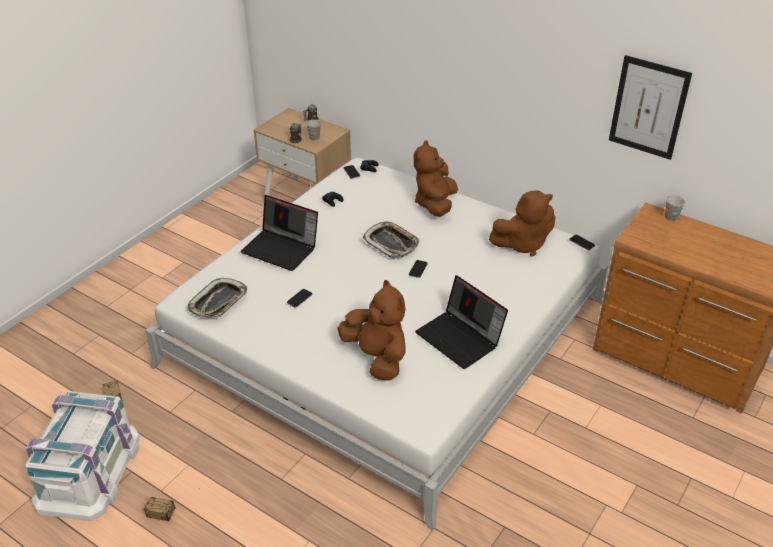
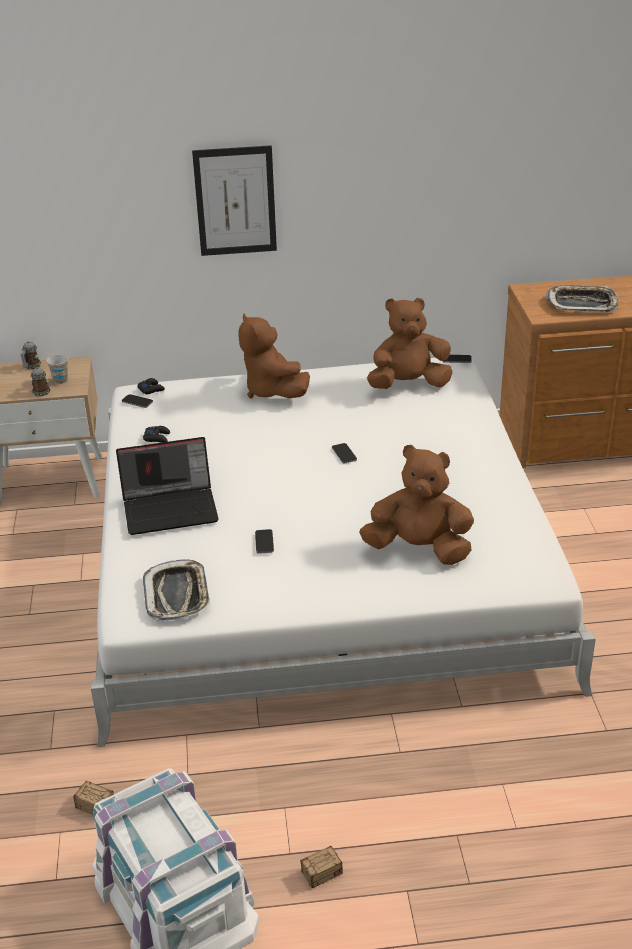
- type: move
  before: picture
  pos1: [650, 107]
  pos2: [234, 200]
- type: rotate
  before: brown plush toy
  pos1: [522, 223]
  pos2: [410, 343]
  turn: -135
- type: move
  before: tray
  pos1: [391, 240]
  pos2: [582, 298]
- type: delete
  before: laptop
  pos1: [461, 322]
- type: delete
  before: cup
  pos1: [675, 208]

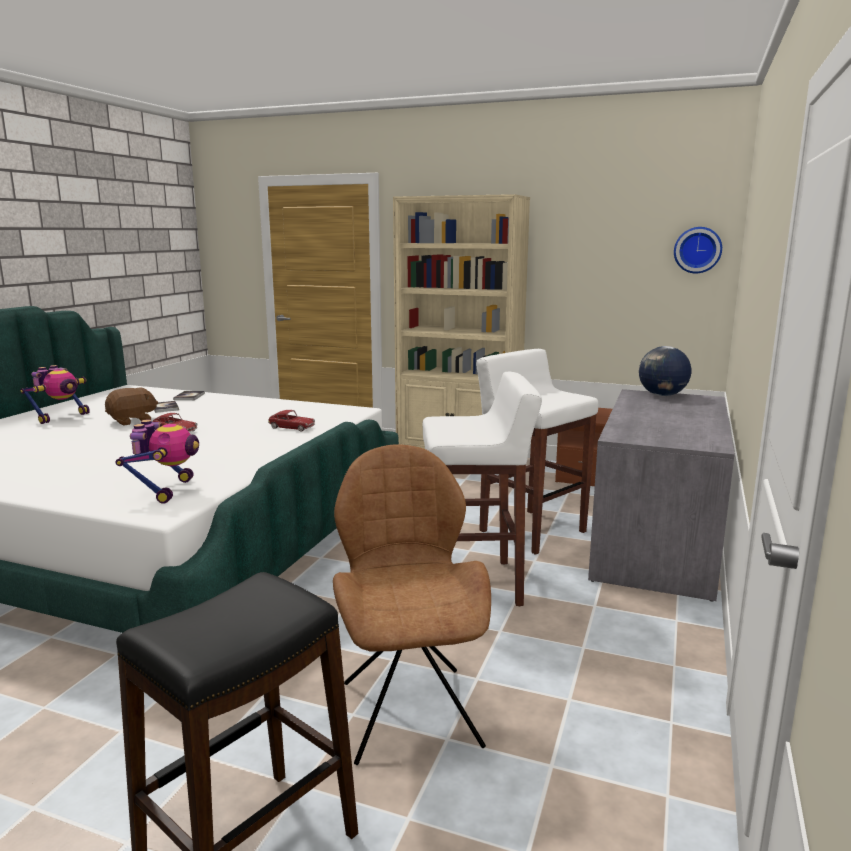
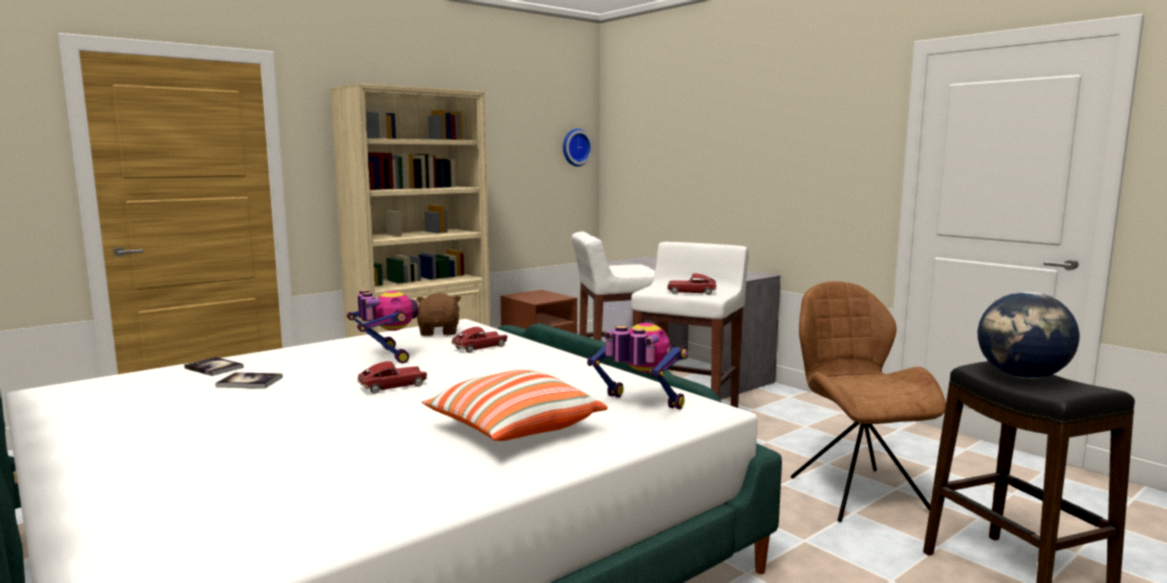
- type: move
  before: toy robot
  pos1: [55, 394]
  pos2: [383, 326]
- type: move
  before: brown plush toy
  pos1: [131, 407]
  pos2: [439, 314]
- type: insert
  after: pillow
  pos2: [515, 405]
- type: insert
  after: toy car
  pos2: [691, 284]
- type: rotate
  before: brown chair
  pos1: [412, 604]
  pos2: [868, 401]
  turn: 60
- type: move
  before: globe
  pos1: [665, 371]
  pos2: [1028, 335]

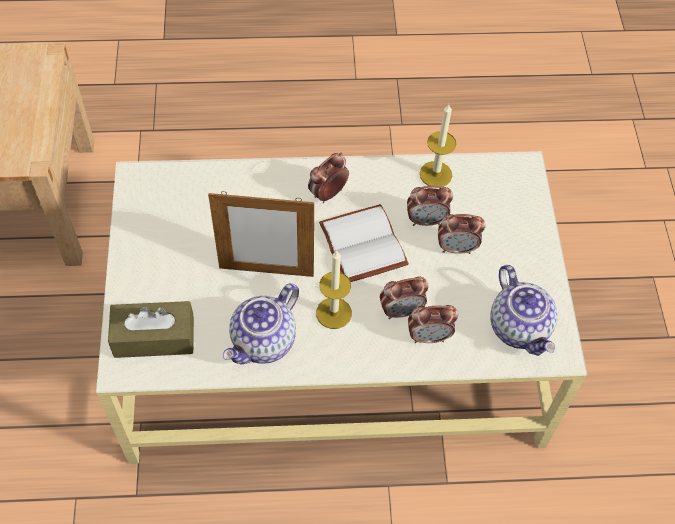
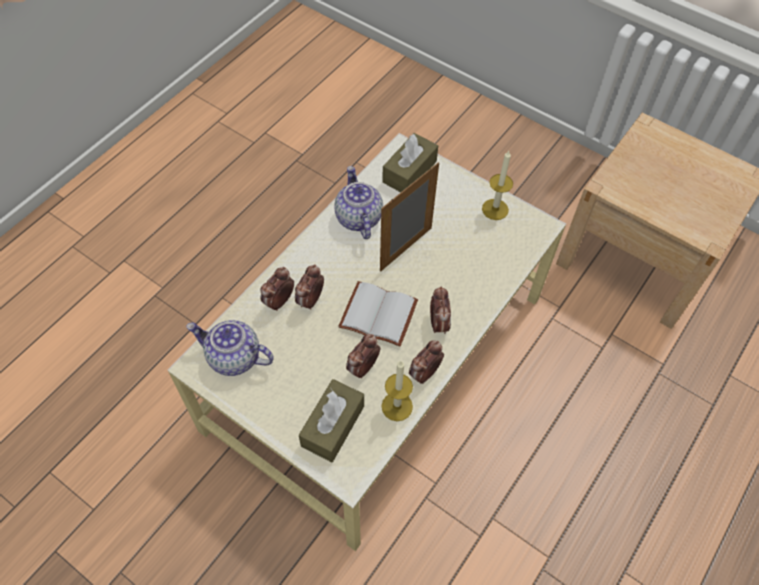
- type: insert
  after: brown tissue box
  pos2: [331, 420]
- type: move
  before: alarm clock
  pos1: [462, 234]
  pos2: [426, 362]
- type: move
  before: candle
  pos1: [334, 290]
  pos2: [497, 185]

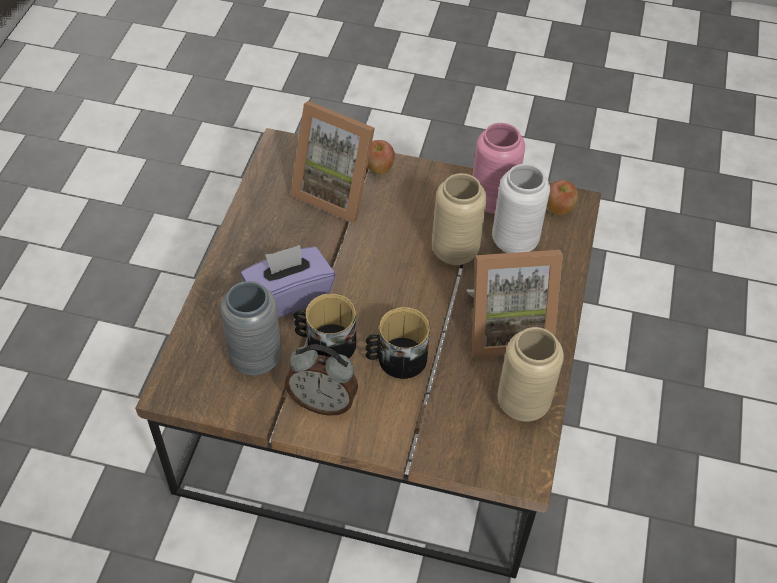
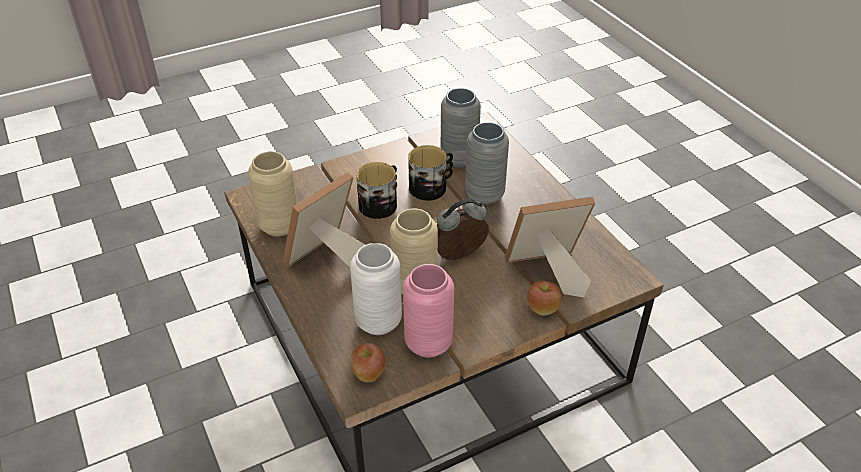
- type: move
  before: alarm clock
  pos1: [321, 380]
  pos2: [463, 229]
- type: replace
  before: purple tissue box
  after: grey vase
  pos1: [288, 281]
  pos2: [487, 163]

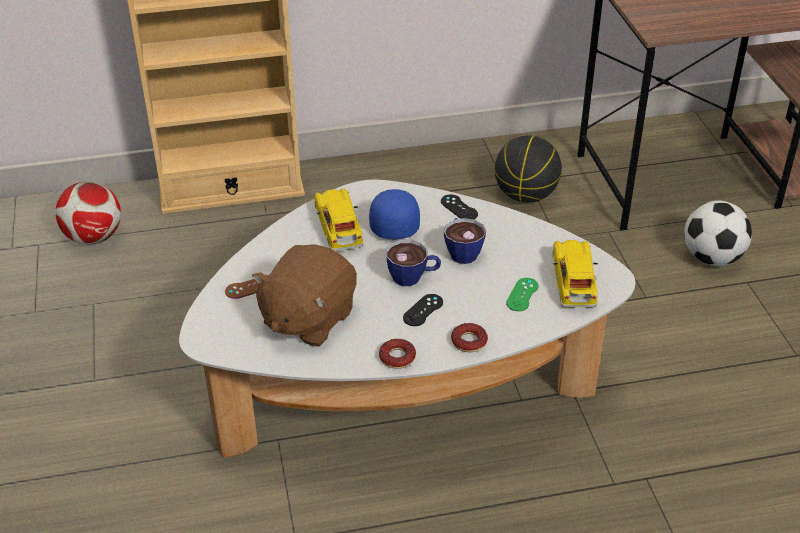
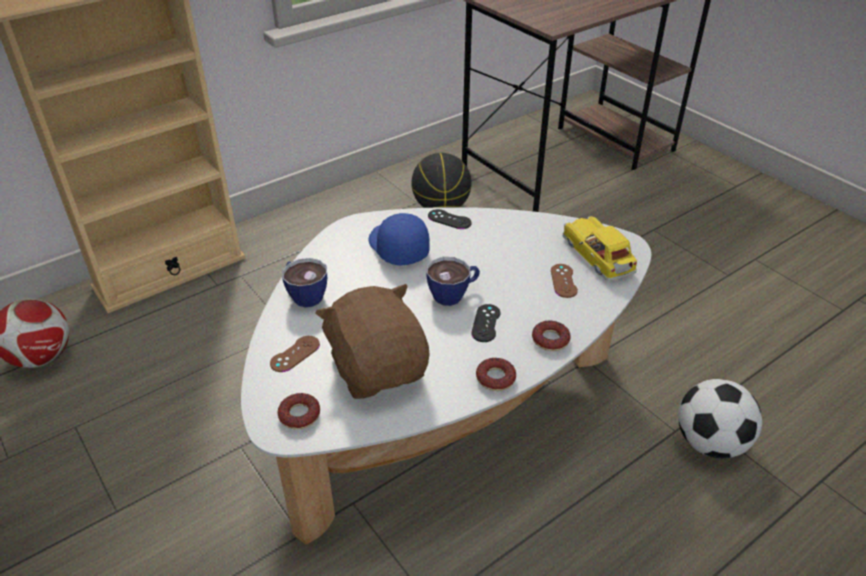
- type: insert
  after: donut
  pos2: [299, 411]
- type: move
  before: cup
  pos1: [465, 241]
  pos2: [304, 282]
- type: rotate
  before: brown plush toy
  pos1: [304, 295]
  pos2: [372, 341]
  turn: 150
- type: recolor
  before: green game controller
  after: brown game controller
  pos1: [522, 294]
  pos2: [564, 281]
- type: move
  before: football
  pos1: [718, 233]
  pos2: [720, 418]
- type: delete
  before: toy car
  pos1: [339, 219]

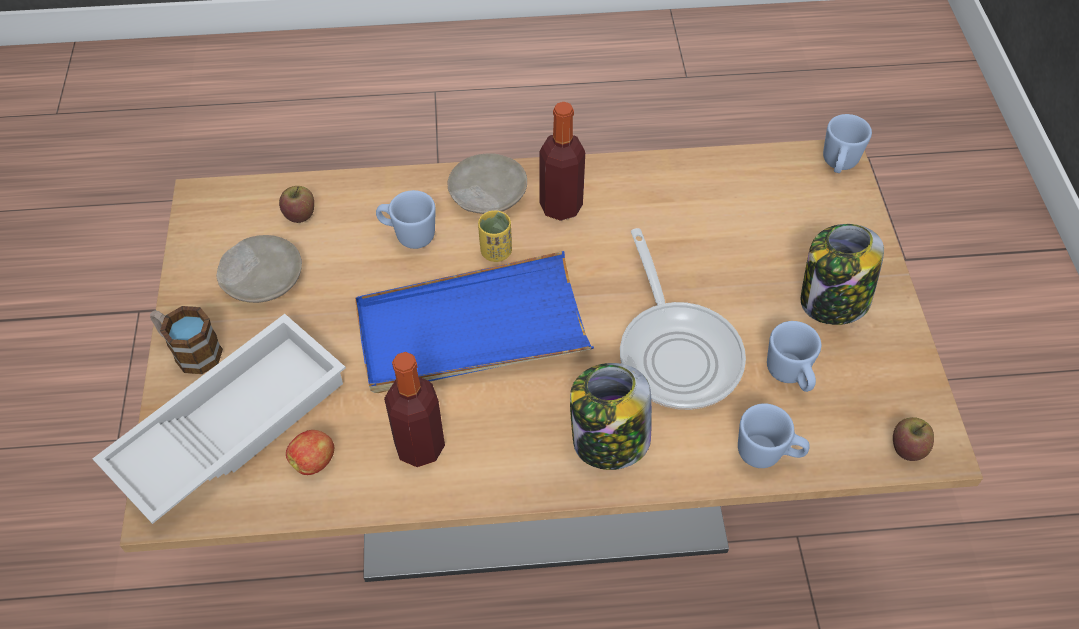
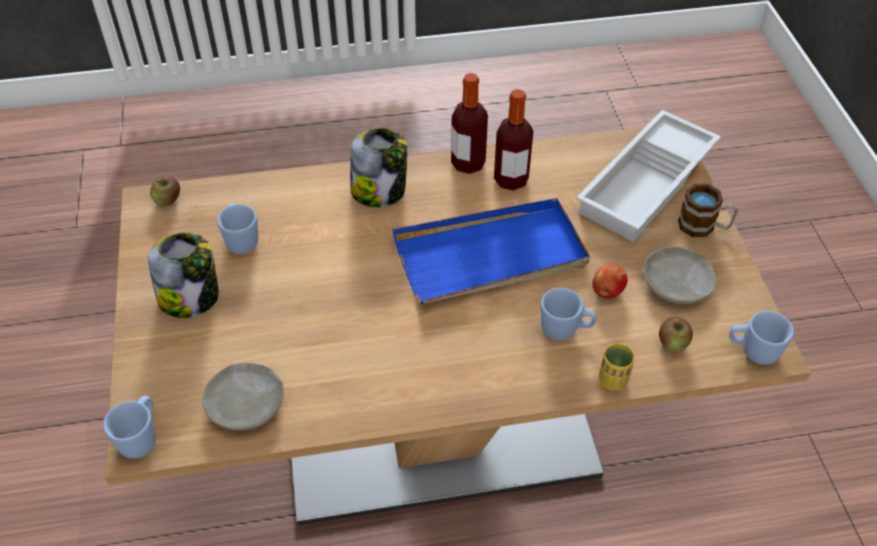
- type: move
  before: beige plate
  pos1: [487, 183]
  pos2: [243, 396]
- type: move
  before: bottle
  pos1: [562, 161]
  pos2: [469, 123]
- type: move
  before: apple
  pos1: [310, 452]
  pos2: [610, 281]
- type: move
  before: yellow cup
  pos1: [495, 236]
  pos2: [617, 367]
- type: move
  before: blue mug
  pos1: [774, 435]
  pos2: [761, 338]
- type: delete
  before: frying pan
  pos1: [683, 319]

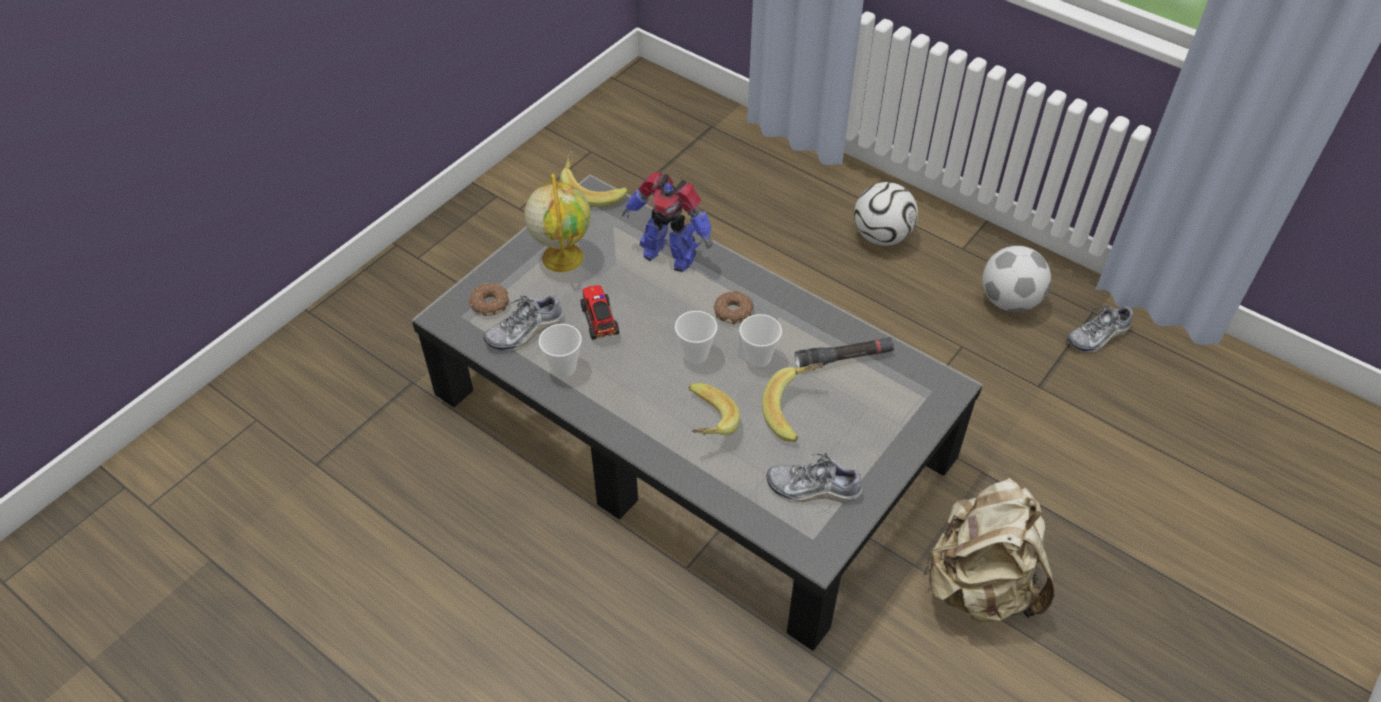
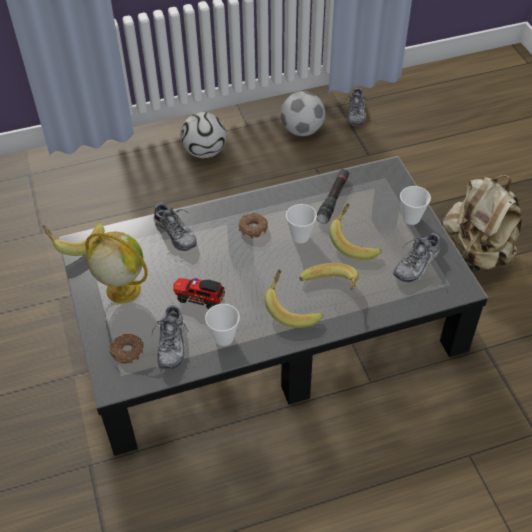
- type: replace
  before: toy robot
  after: shoe
  pos1: [667, 222]
  pos2: [175, 226]
- type: insert
  after: banana
  pos2: [293, 298]
- type: move
  before: cup
  pos1: [696, 337]
  pos2: [415, 205]

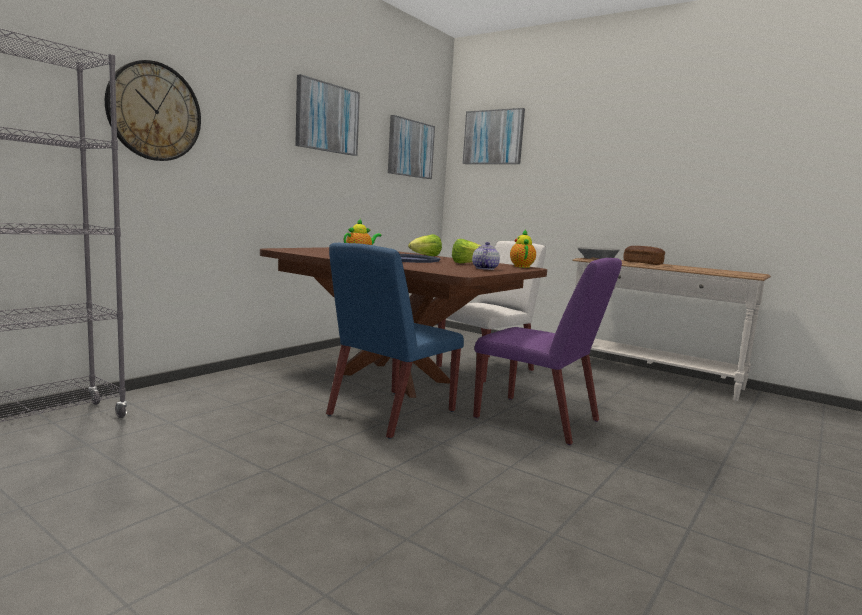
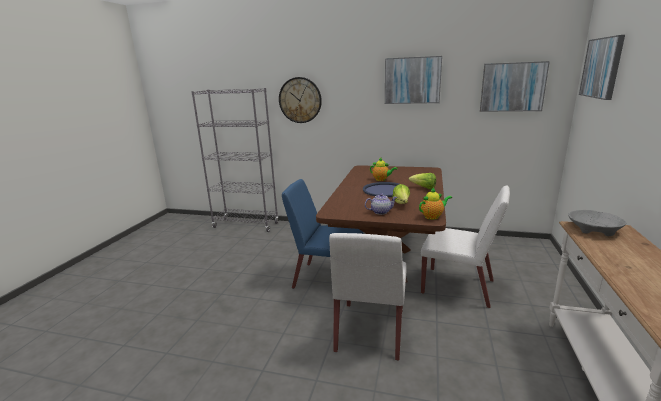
- type: recolor
  before: purple chair
  after: white chair
  pos1: [547, 351]
  pos2: [368, 297]
- type: delete
  before: bread
  pos1: [644, 255]

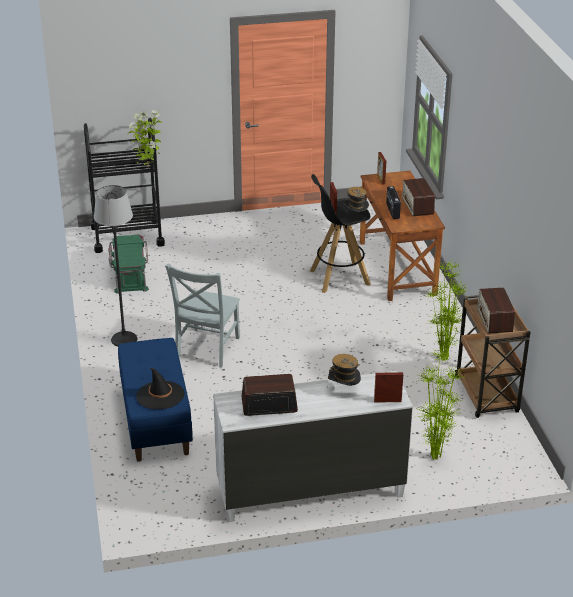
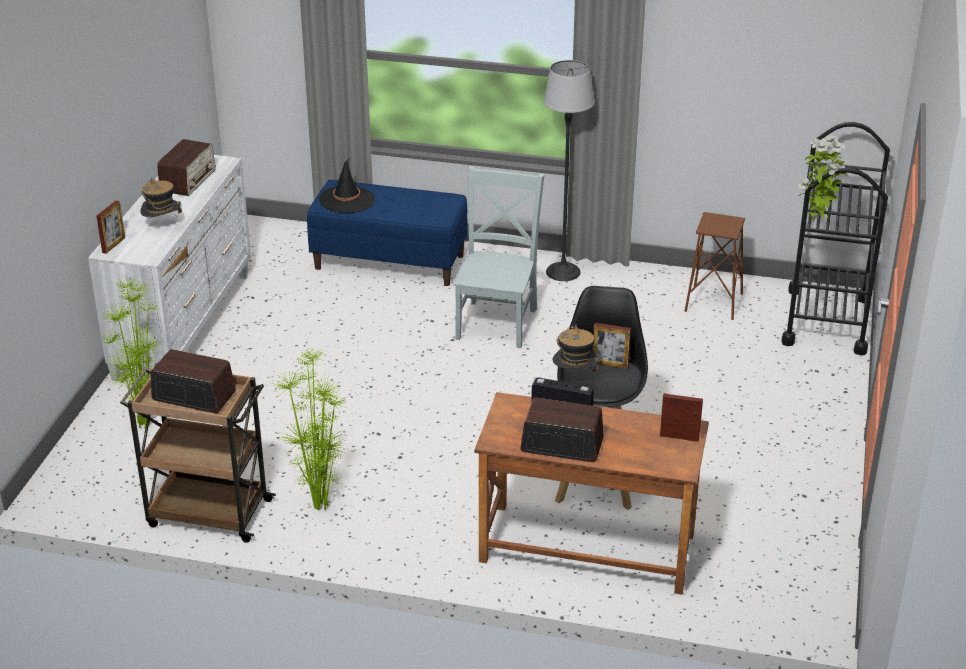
- type: rotate
  before: grey chair
  pos1: [202, 315]
  pos2: [499, 257]
  turn: 60
- type: replace
  before: green storage box
  after: brown stool
  pos1: [128, 264]
  pos2: [715, 266]

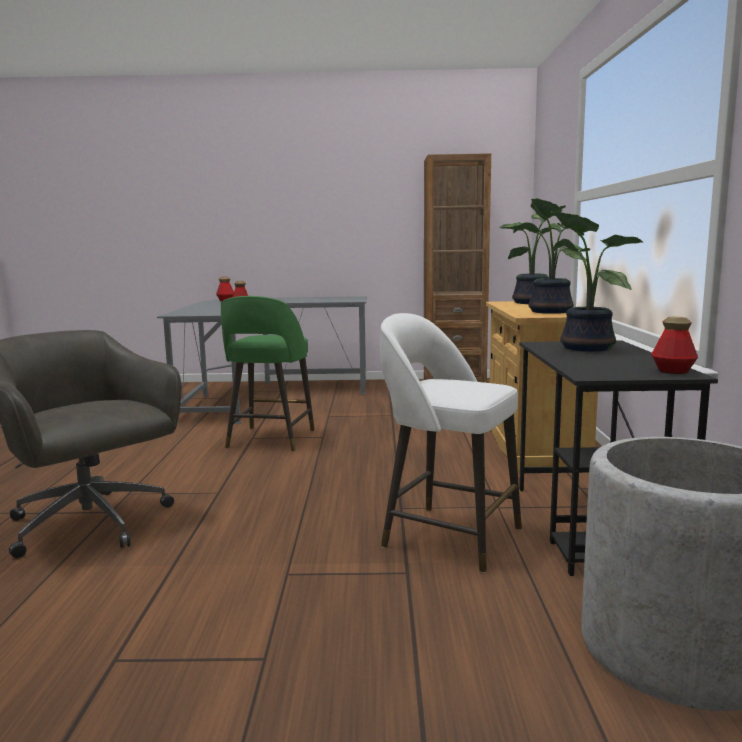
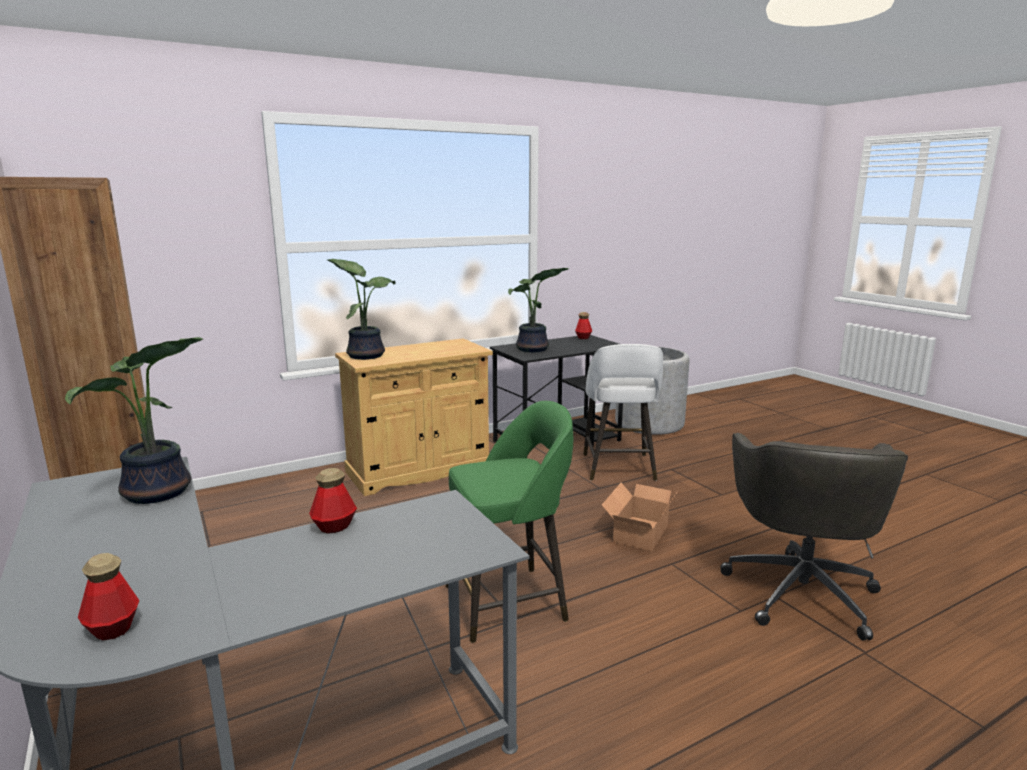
- type: move
  before: potted plant
  pos1: [550, 256]
  pos2: [134, 420]
- type: insert
  after: cardboard box
  pos2: [640, 517]

